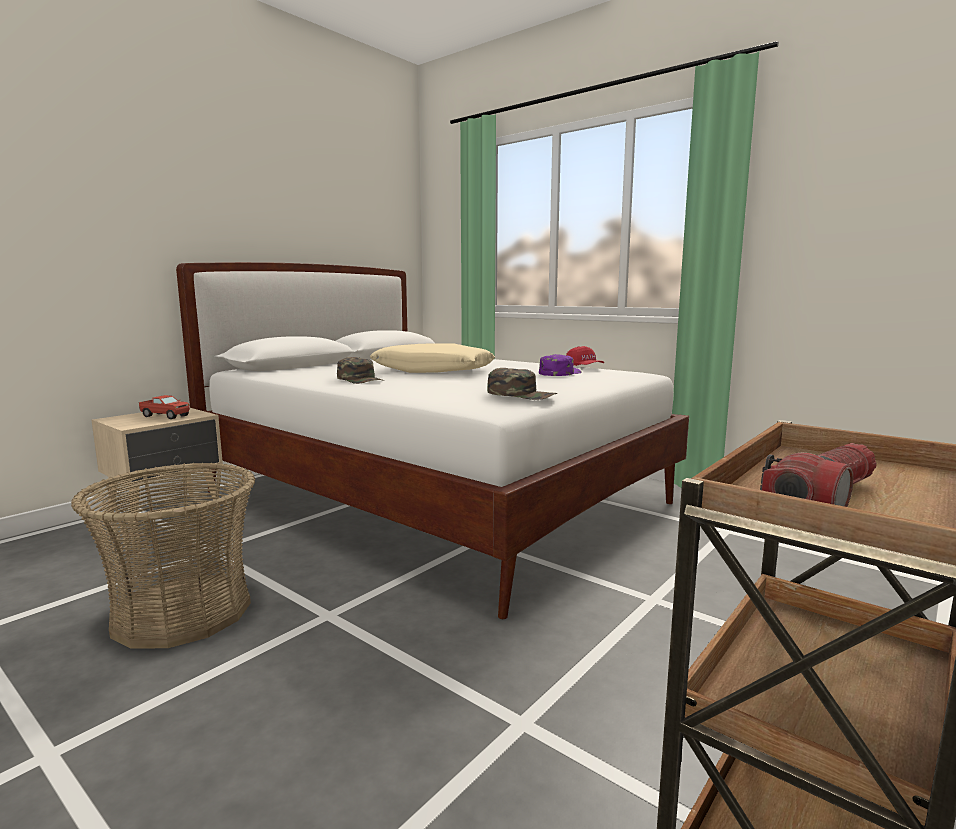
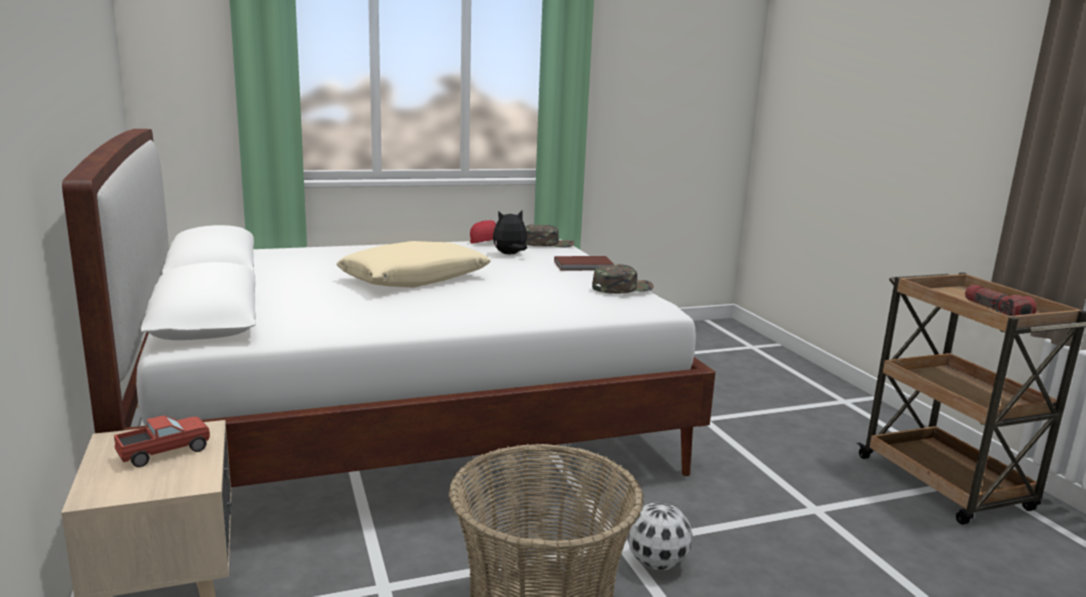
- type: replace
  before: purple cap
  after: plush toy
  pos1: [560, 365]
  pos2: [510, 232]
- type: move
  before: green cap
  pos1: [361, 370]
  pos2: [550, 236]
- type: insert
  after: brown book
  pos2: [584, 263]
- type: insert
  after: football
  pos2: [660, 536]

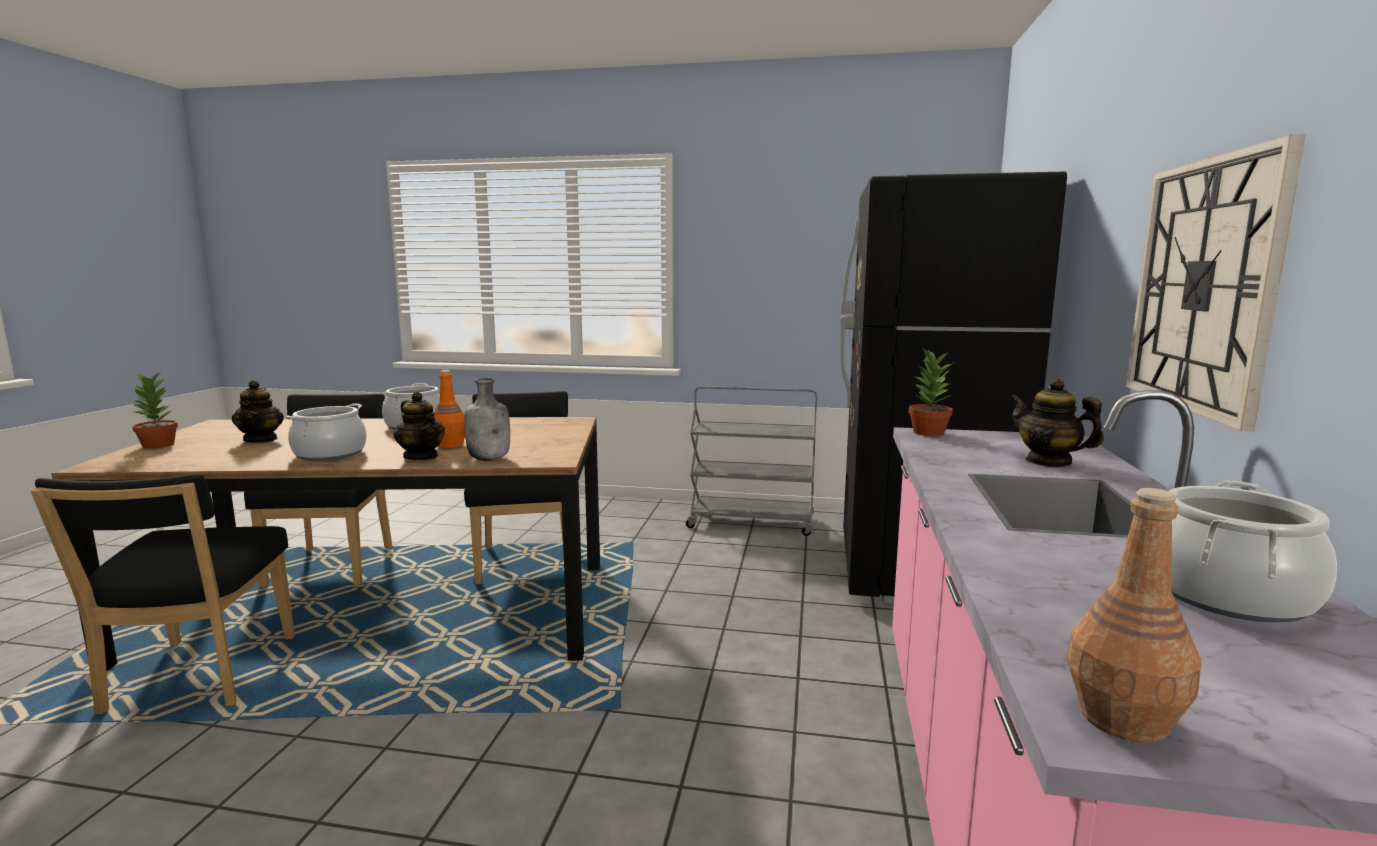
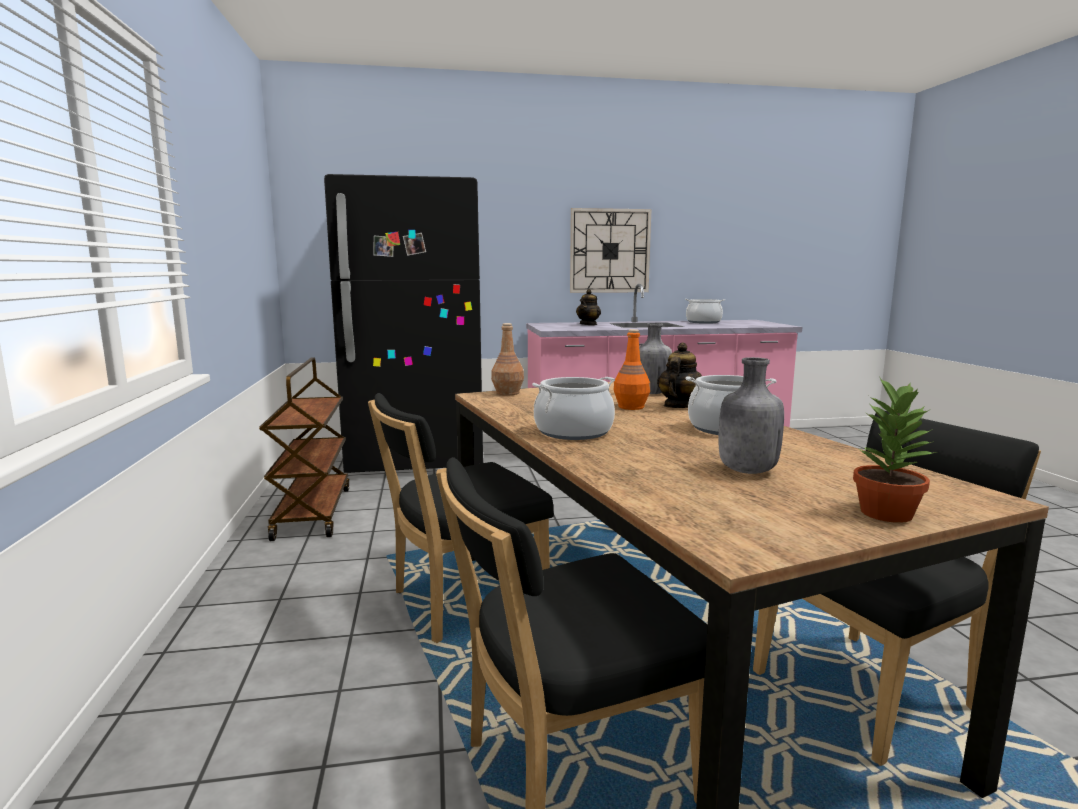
- type: recolor
  before: grey cart
  after: brown cart
  pos1: [751, 461]
  pos2: [304, 449]
- type: move
  before: brown bottle
  pos1: [1134, 615]
  pos2: [507, 359]
- type: replace
  before: teapot
  after: grey bottle
  pos1: [258, 411]
  pos2: [751, 415]
- type: delete
  before: potted plant
  pos1: [931, 392]

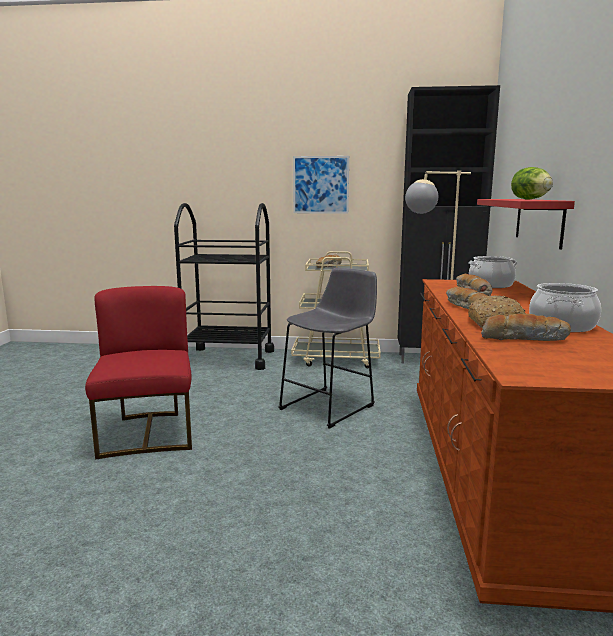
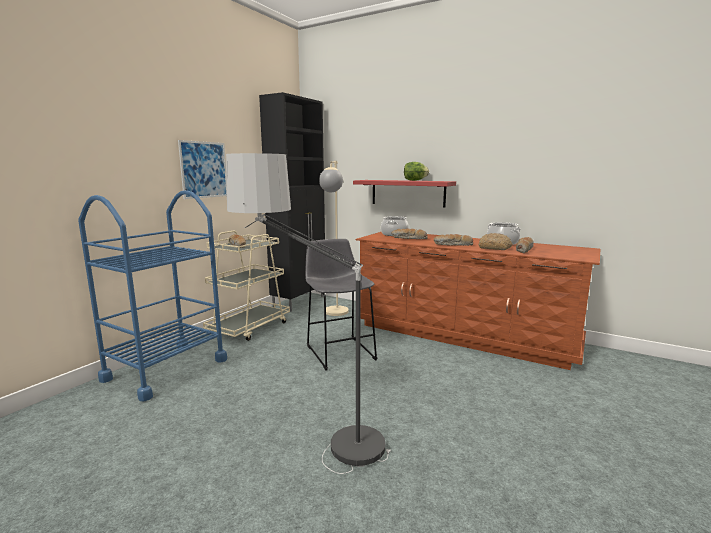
- type: recolor
  before: black cart
  after: blue cart
  pos1: [224, 286]
  pos2: [152, 296]
- type: replace
  before: red chair
  after: floor lamp
  pos1: [138, 372]
  pos2: [308, 313]

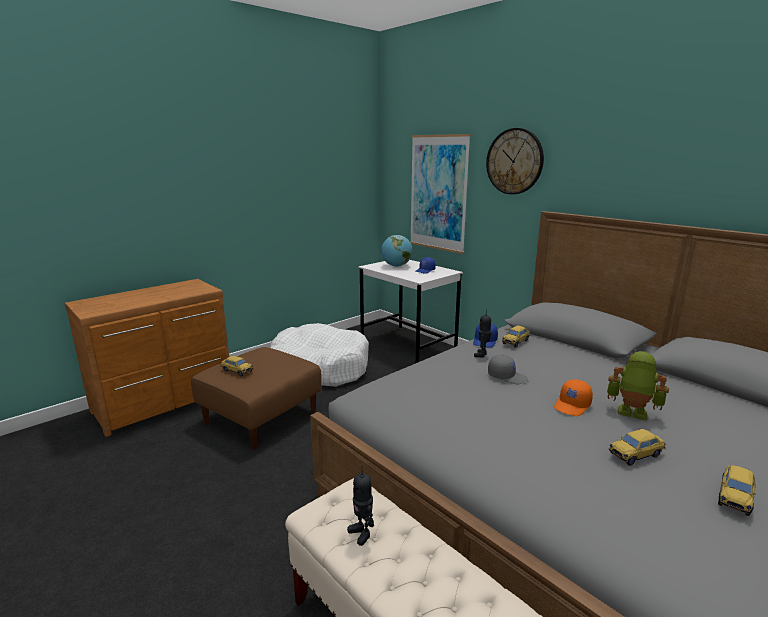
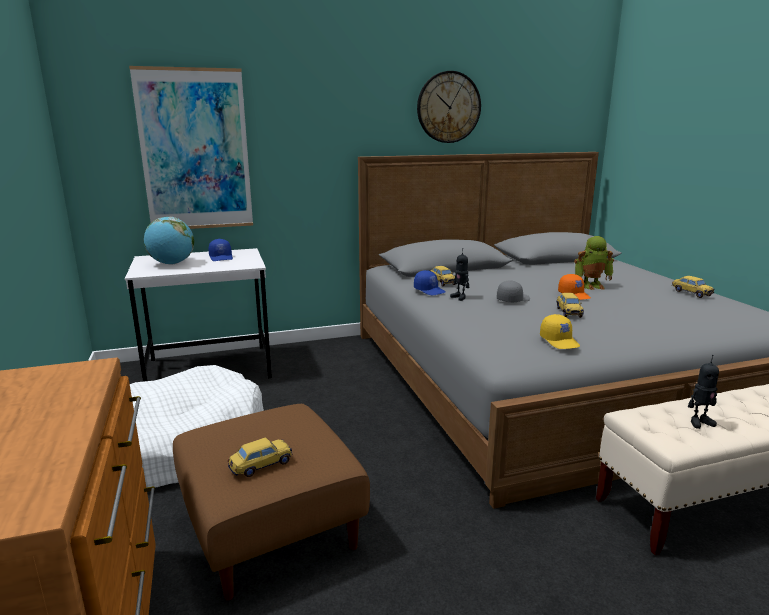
- type: move
  before: wall clock
  pos1: [515, 161]
  pos2: [449, 107]
- type: insert
  after: yellow cap
  pos2: [560, 331]
- type: move
  before: toy car
  pos1: [637, 447]
  pos2: [570, 305]
- type: rotate
  before: toy robot
  pos1: [638, 386]
  pos2: [594, 263]
  turn: -150

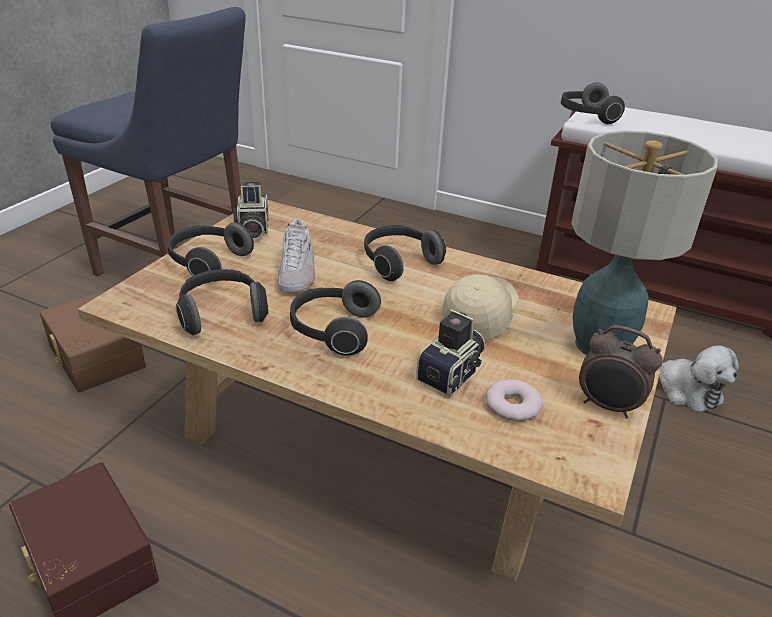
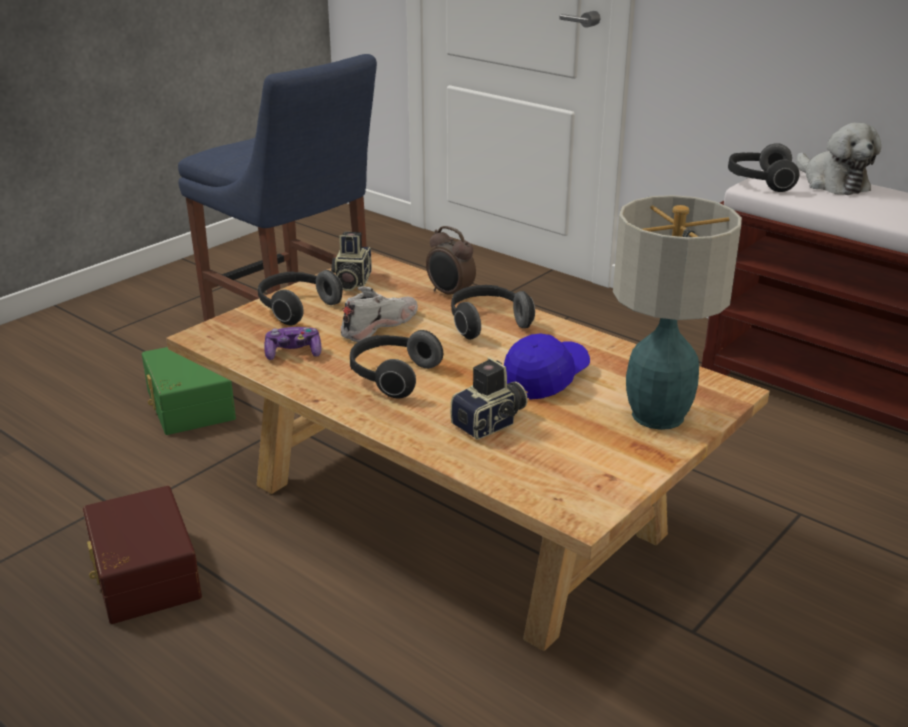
- type: recolor
  before: brown storage box
  after: green storage box
  pos1: [93, 341]
  pos2: [189, 391]
- type: replace
  before: headphones
  after: game controller
  pos1: [222, 302]
  pos2: [292, 343]
- type: rotate
  before: white shoe
  pos1: [296, 255]
  pos2: [379, 314]
  turn: -150
- type: move
  before: alarm clock
  pos1: [620, 372]
  pos2: [451, 260]
- type: recolor
  before: beige cap
  after: blue cap
  pos1: [479, 307]
  pos2: [547, 366]
- type: move
  before: plush toy
  pos1: [699, 379]
  pos2: [838, 159]
- type: delete
  before: donut
  pos1: [514, 400]

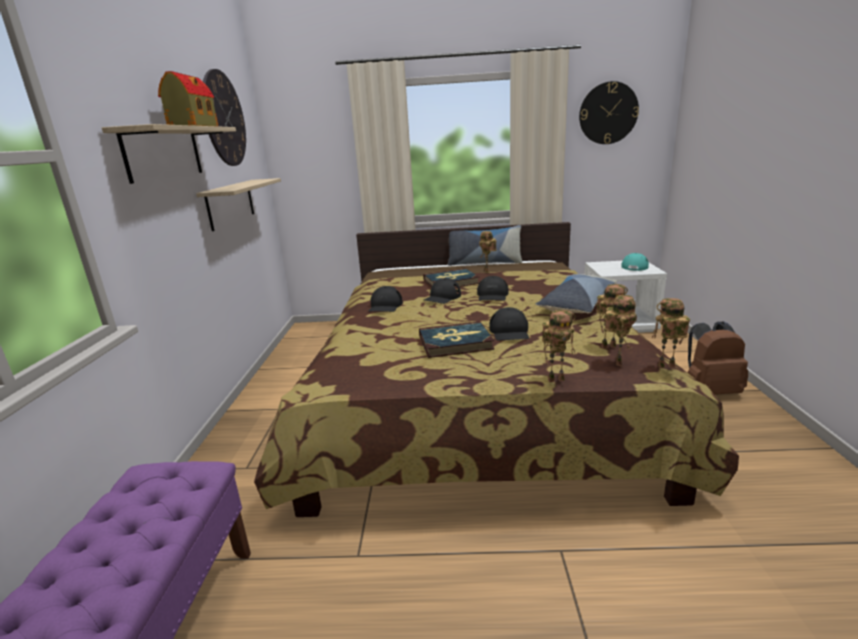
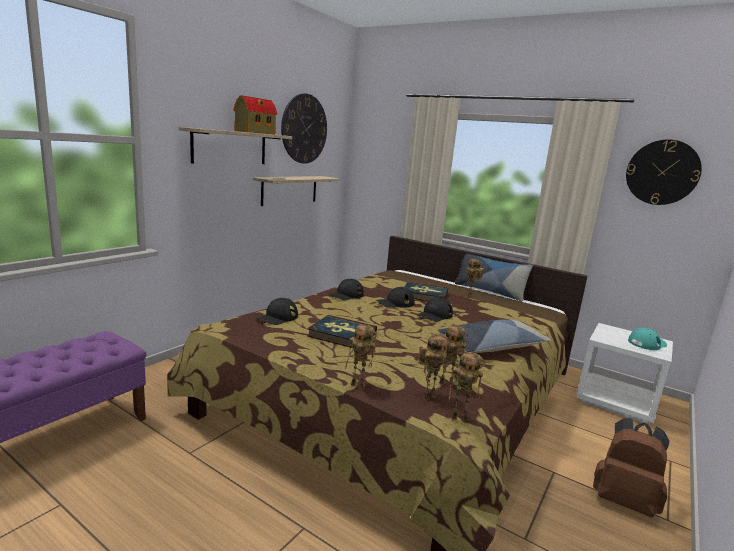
- type: move
  before: black cap
  pos1: [509, 324]
  pos2: [277, 311]
- type: rotate
  before: toy robot
  pos1: [671, 333]
  pos2: [467, 387]
  turn: 150

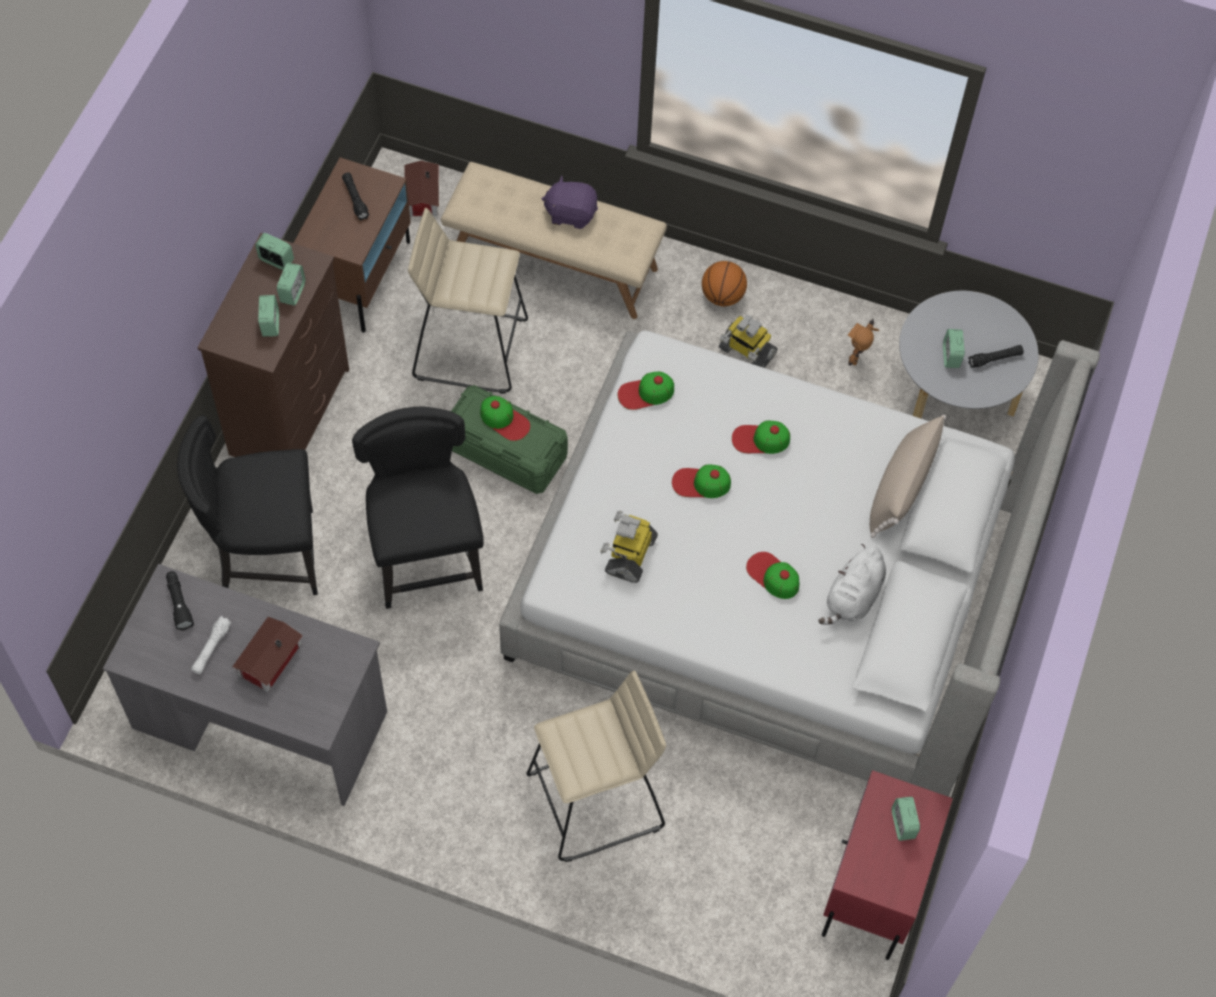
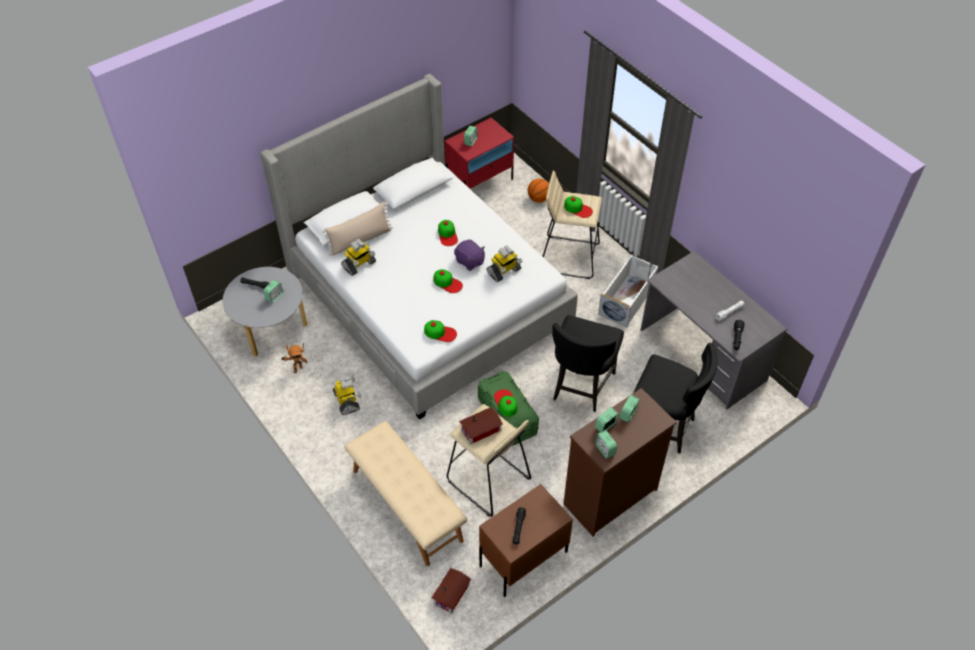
- type: insert
  after: toy robot
  pos2: [358, 257]
- type: move
  before: purple plush toy
  pos1: [569, 202]
  pos2: [469, 255]
- type: move
  before: toy house
  pos1: [267, 654]
  pos2: [481, 425]
- type: move
  before: basketball
  pos1: [724, 283]
  pos2: [538, 191]
- type: move
  before: cap
  pos1: [761, 437]
  pos2: [578, 207]
- type: insert
  after: white storage box
  pos2: [628, 291]
- type: delete
  before: white plush toy
  pos1: [852, 584]

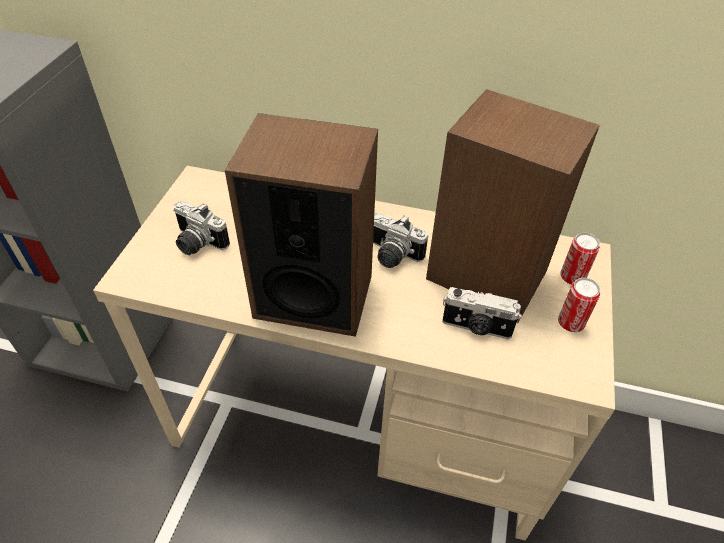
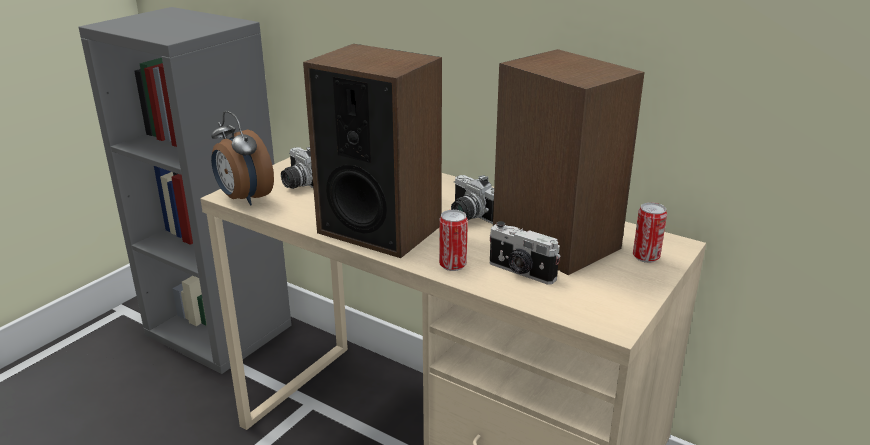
- type: insert
  after: alarm clock
  pos2: [242, 158]
- type: move
  before: can
  pos1: [579, 305]
  pos2: [453, 240]

